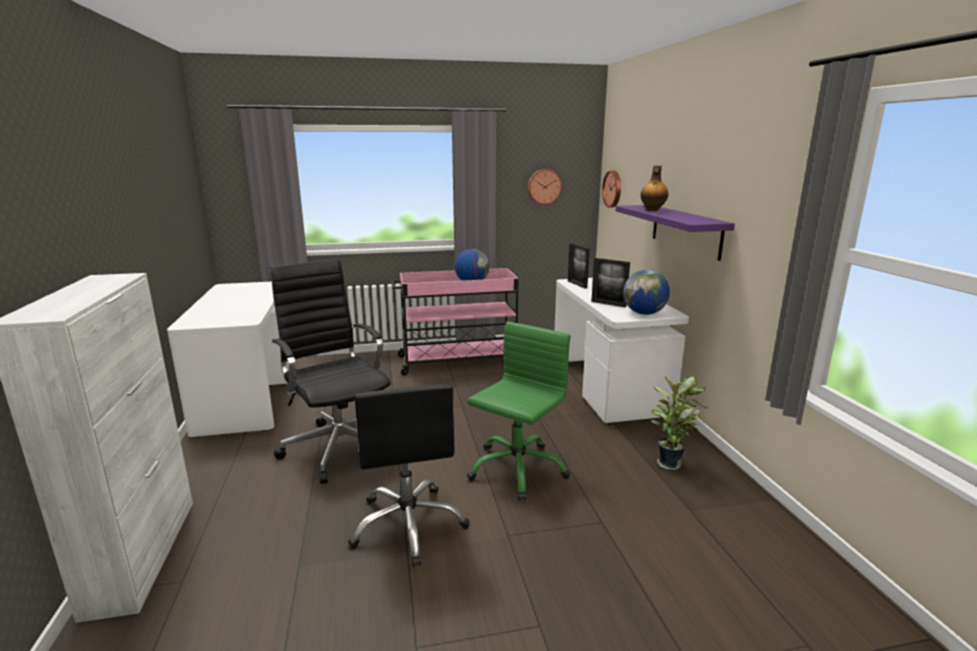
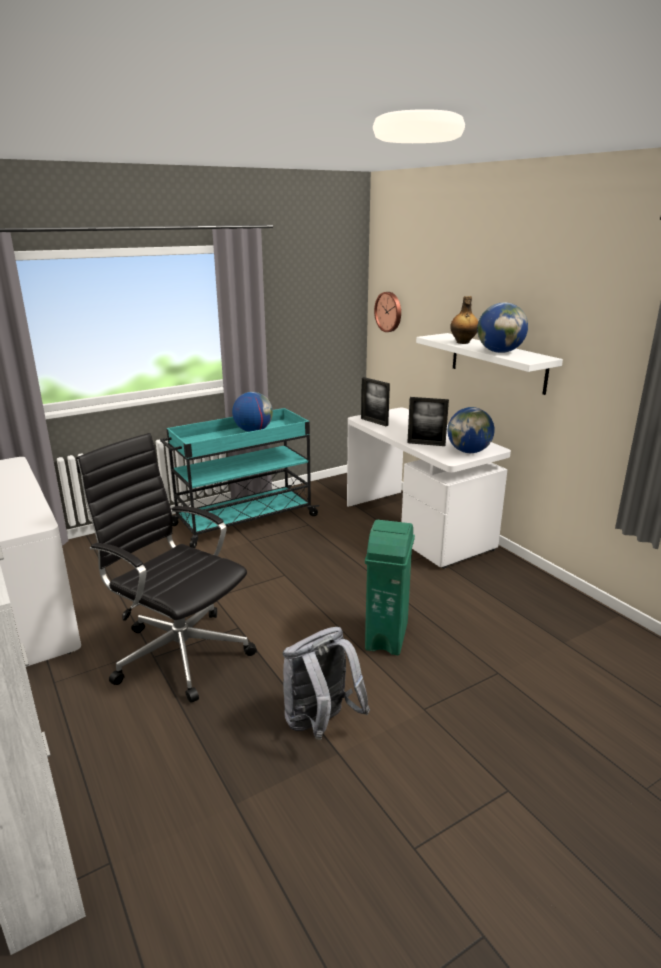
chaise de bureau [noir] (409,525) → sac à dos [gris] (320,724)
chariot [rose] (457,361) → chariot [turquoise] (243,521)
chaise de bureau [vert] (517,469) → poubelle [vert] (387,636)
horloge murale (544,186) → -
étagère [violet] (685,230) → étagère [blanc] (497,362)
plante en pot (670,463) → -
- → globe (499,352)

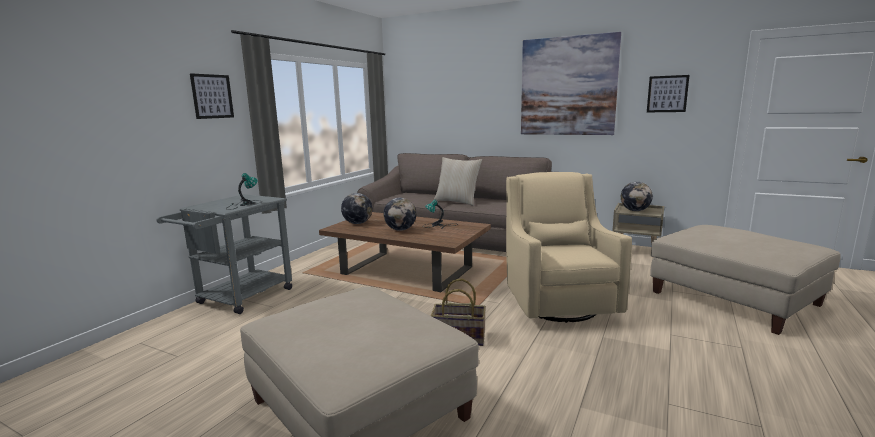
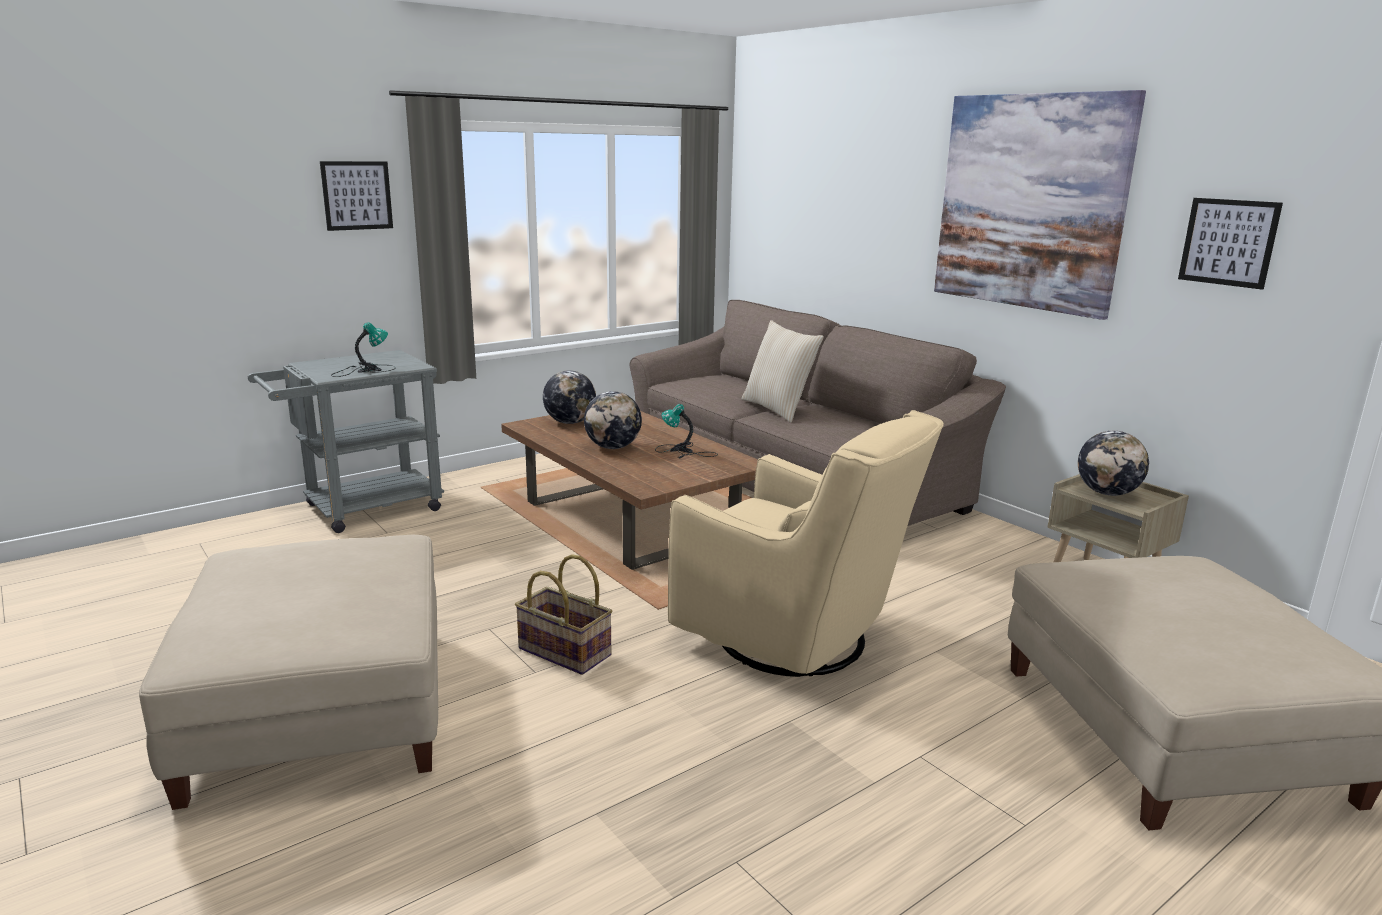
fauteuil [beige] (557,303) → fauteuil [beige] (797,640), 105 degrees clockwise

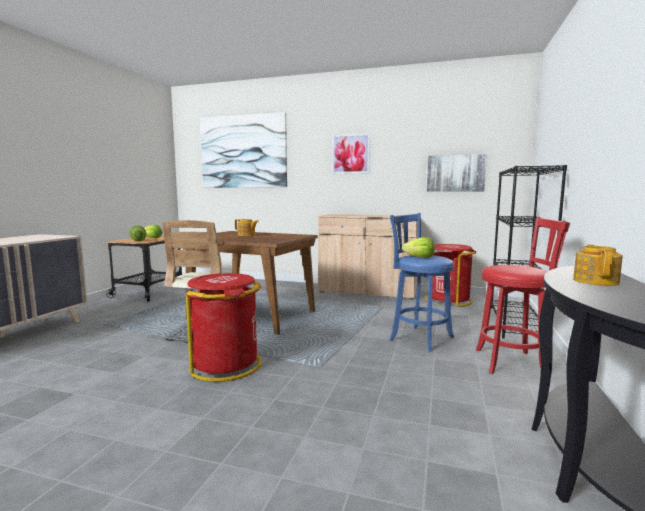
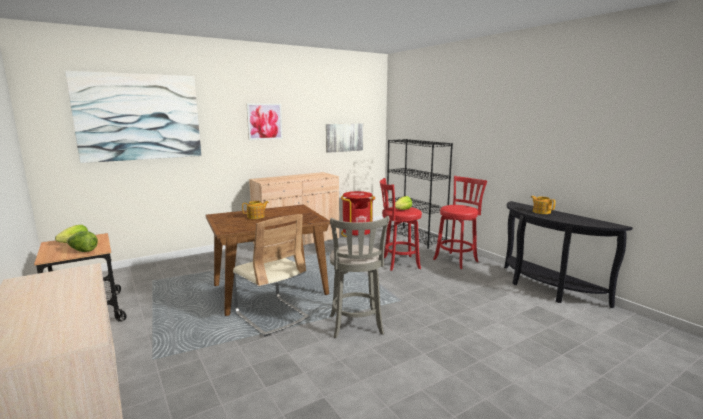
poubelle [rouge] (226,365) → tabouret [gris] (356,326)
tabouret [bleu] (418,337) → tabouret [rouge] (398,263)

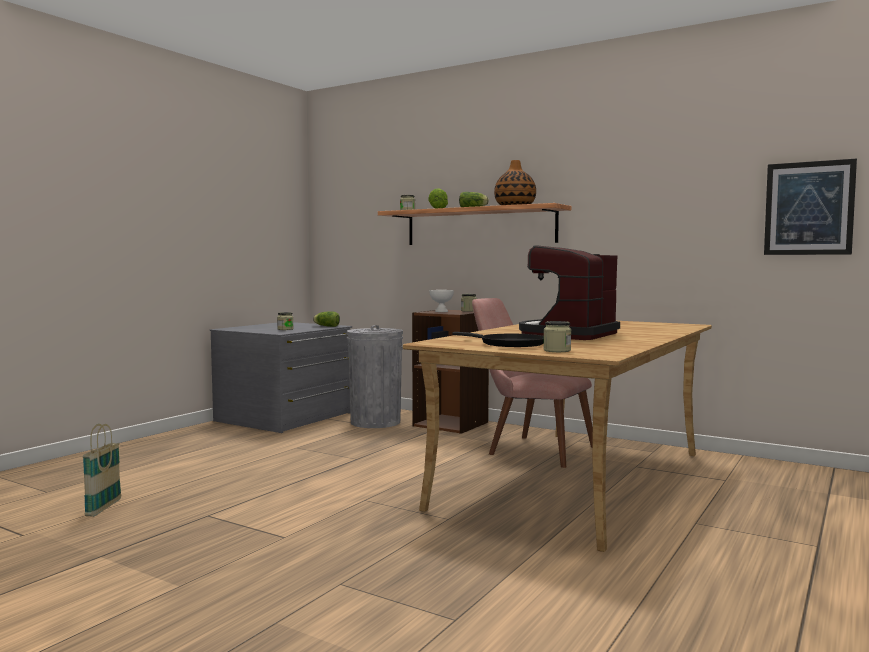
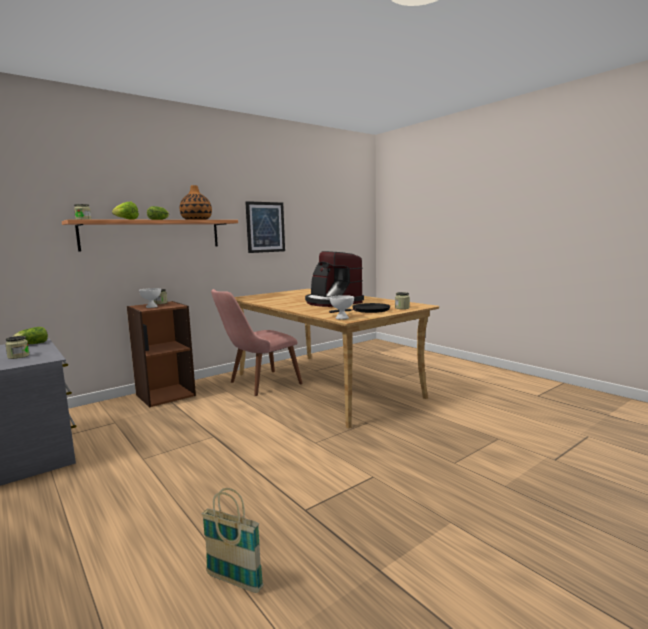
poubelle [gris] (375,422) → -
tableau (809,208) → tableau (265,227), moved
- → bol [blanc] (342,318)

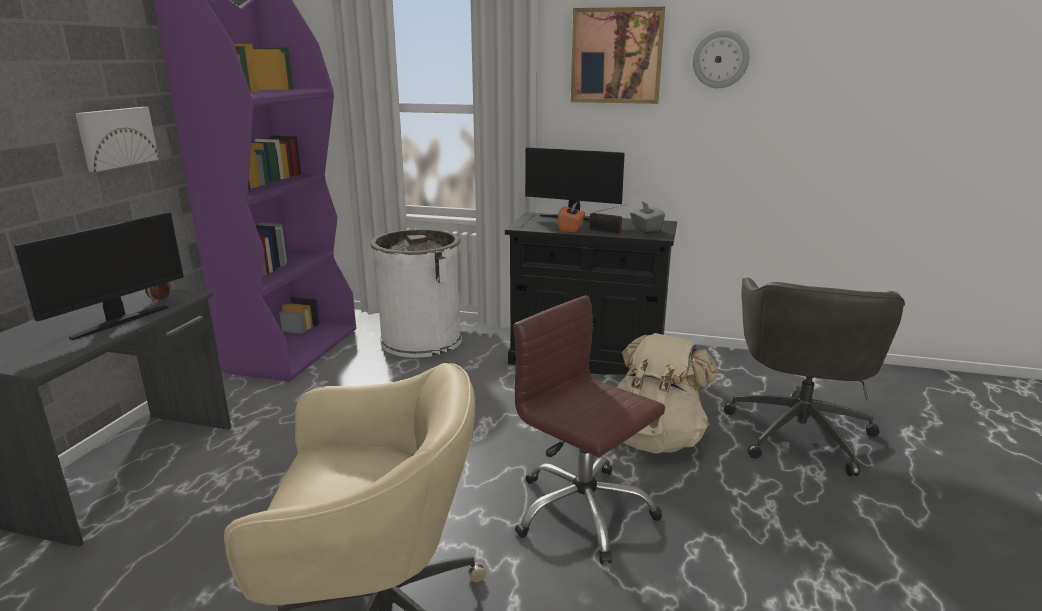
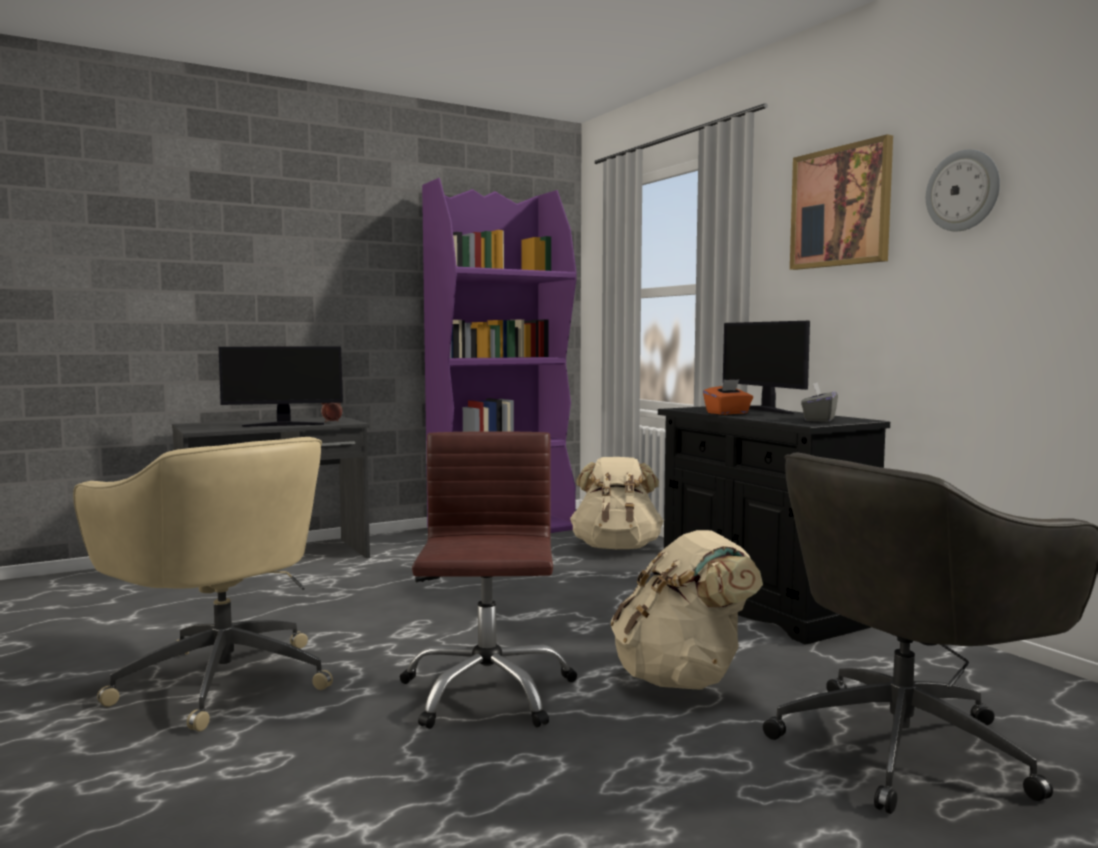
tableau (116,137) → -
poubelle [blanc] (421,340) → sac à dos [beige] (616,548)
radio (606,231) → -

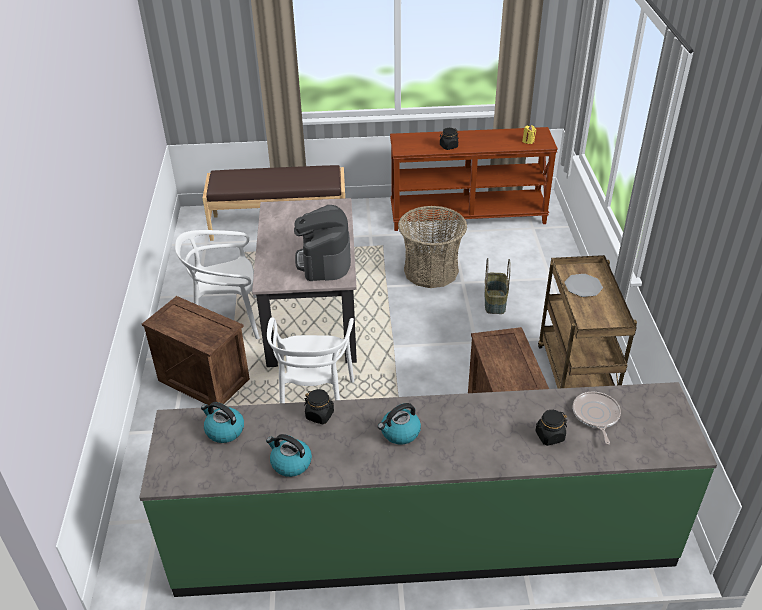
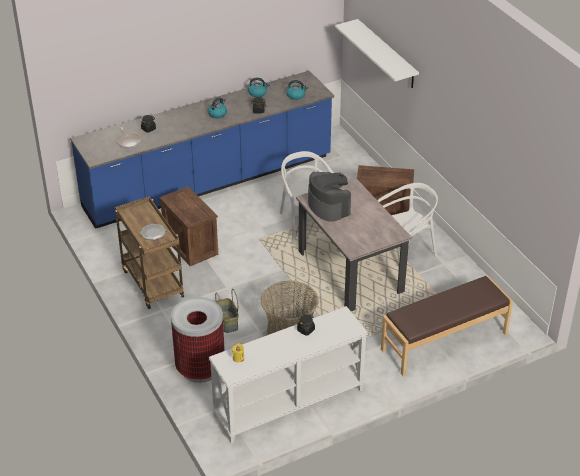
comptoir de cuisine [vert] (422,538) → comptoir de cuisine [bleu] (209,183)
table console [marron] (468,215) → table console [blanc] (289,403)
- → poubelle (200,368)
- → étagère [blanc] (386,54)

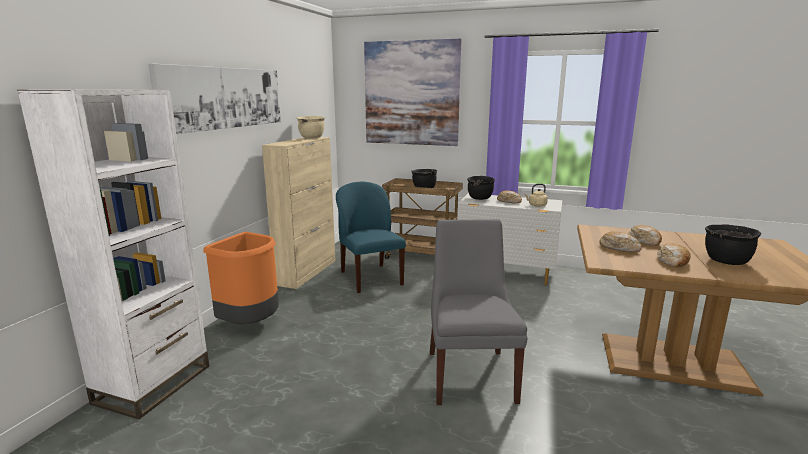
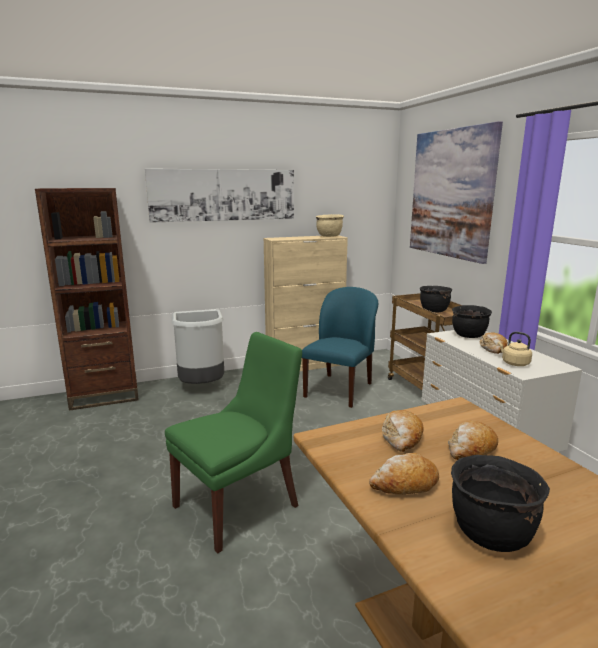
bibliothèque [blanc] (153,384) → bibliothèque [marron] (105,396)
poubelle [orange] (251,324) → poubelle [gris] (202,386)
chaise [gris] (470,373) → chaise [vert] (239,504)

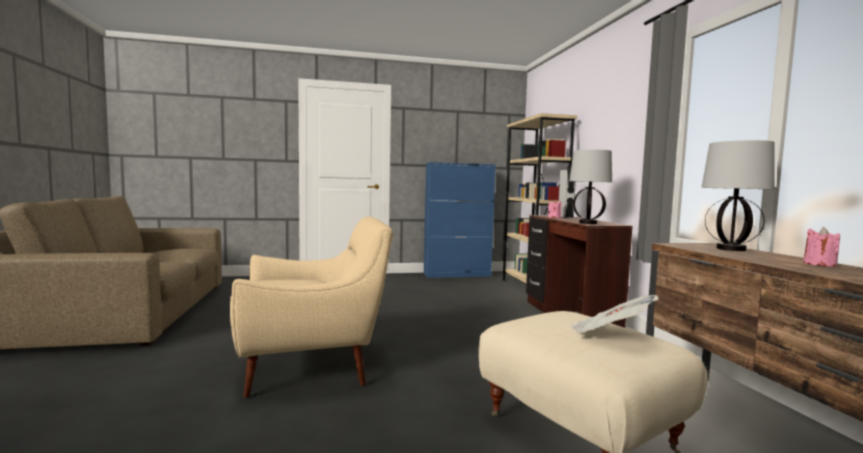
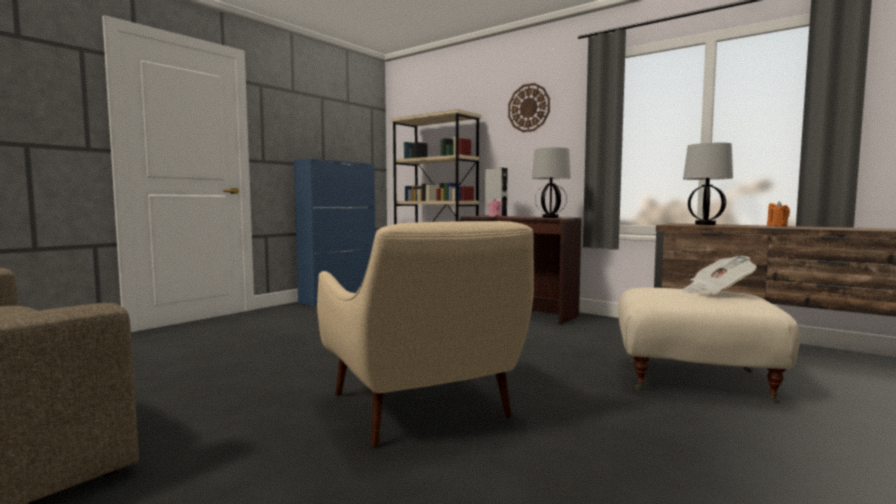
fauteuil [beige] (315,366) → fauteuil [beige] (422,409), 120 degrees clockwise
bougie [rose] (819,264) → bougie [orange] (777,226)
- → horloge murale (529,108)

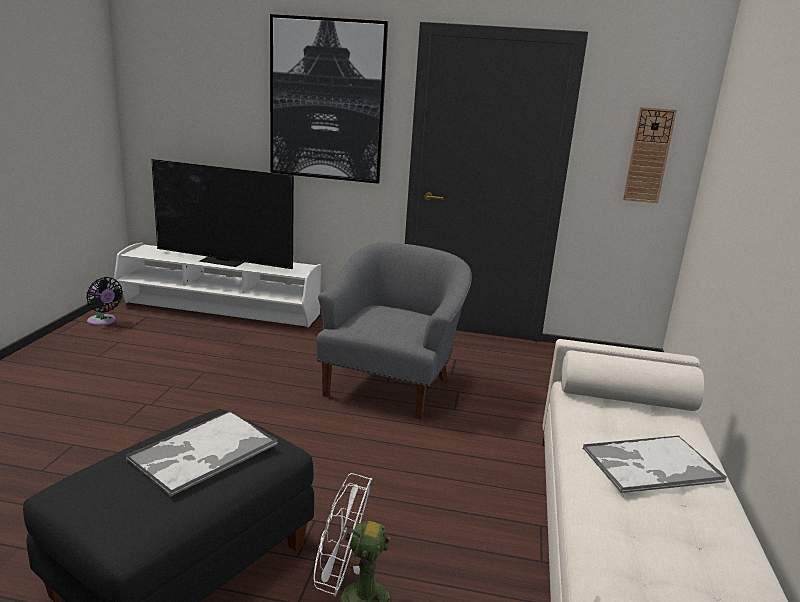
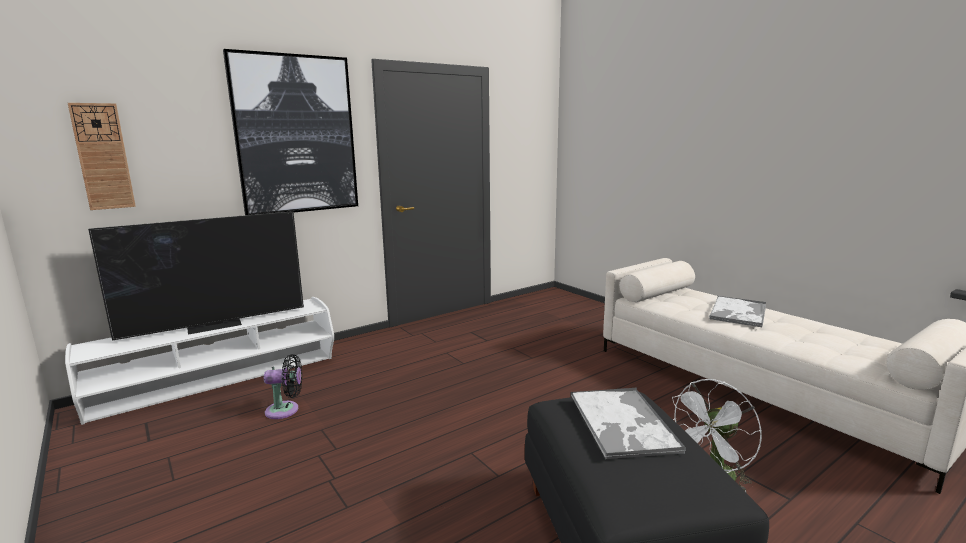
ventilateur [noir] (103,321) → ventilateur [noir] (286,410), moved
fauteuil [gris] (391,385) → -
horloge murale (648,155) → horloge murale (103,157), moved

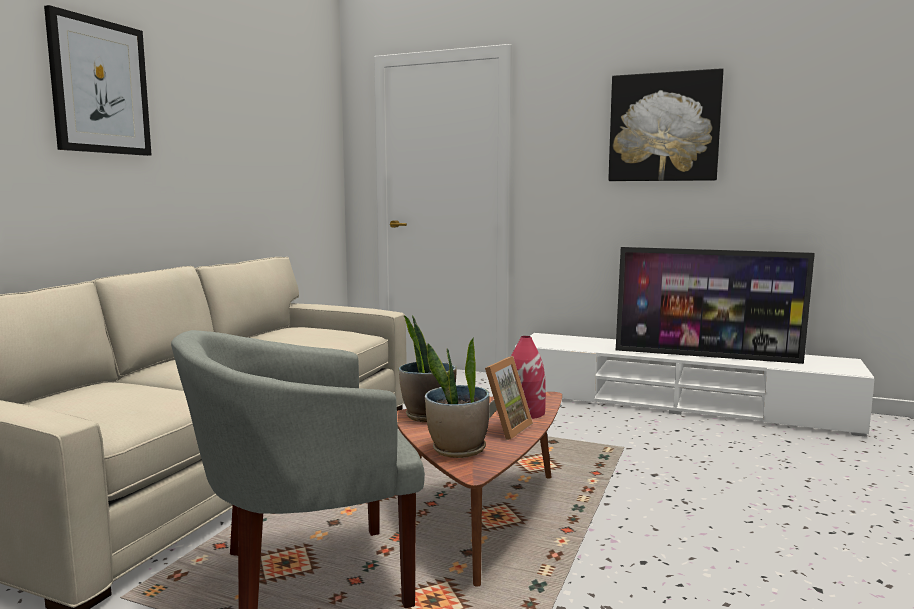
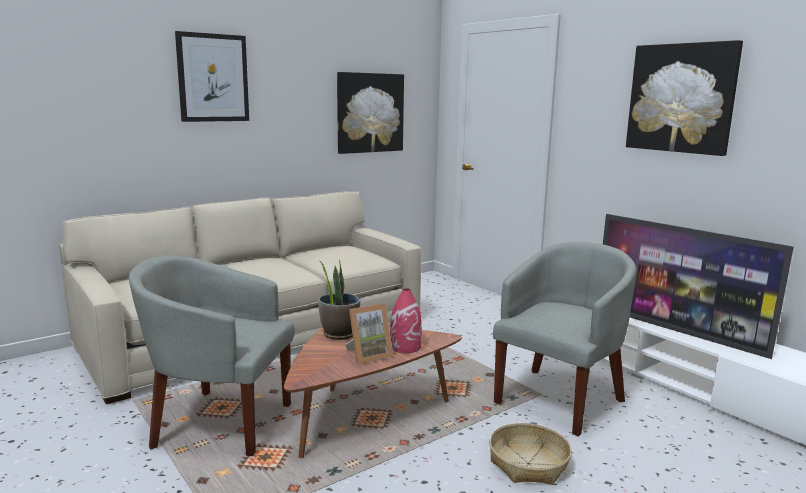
plante en pot (458,450) → -
- → tableau (369,113)
- → panier (528,464)
- → fauteuil [gris] (559,398)

